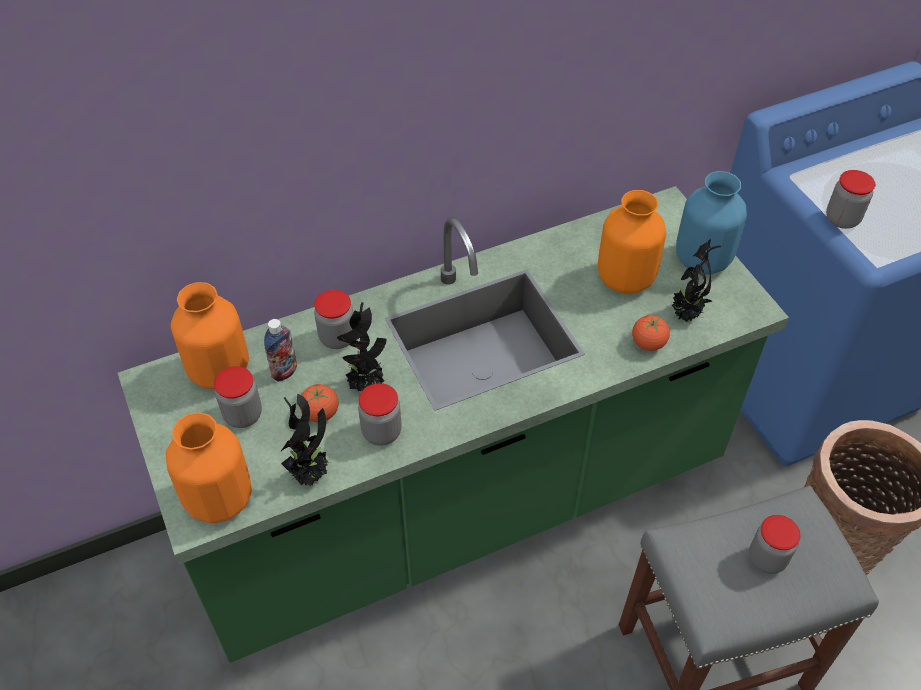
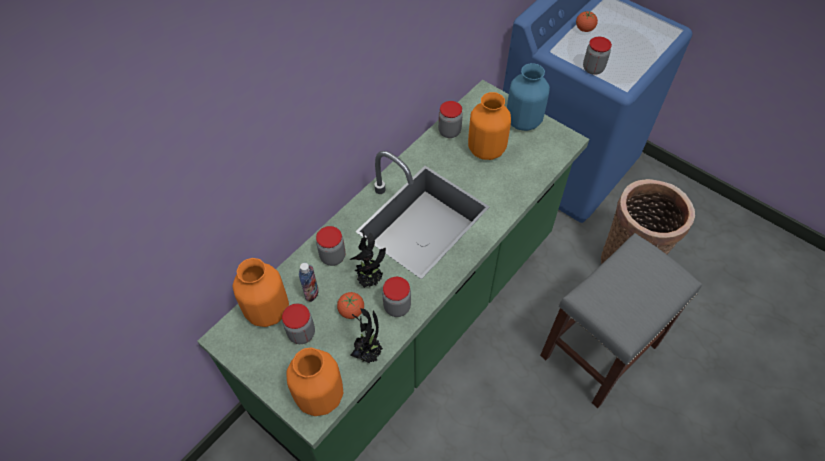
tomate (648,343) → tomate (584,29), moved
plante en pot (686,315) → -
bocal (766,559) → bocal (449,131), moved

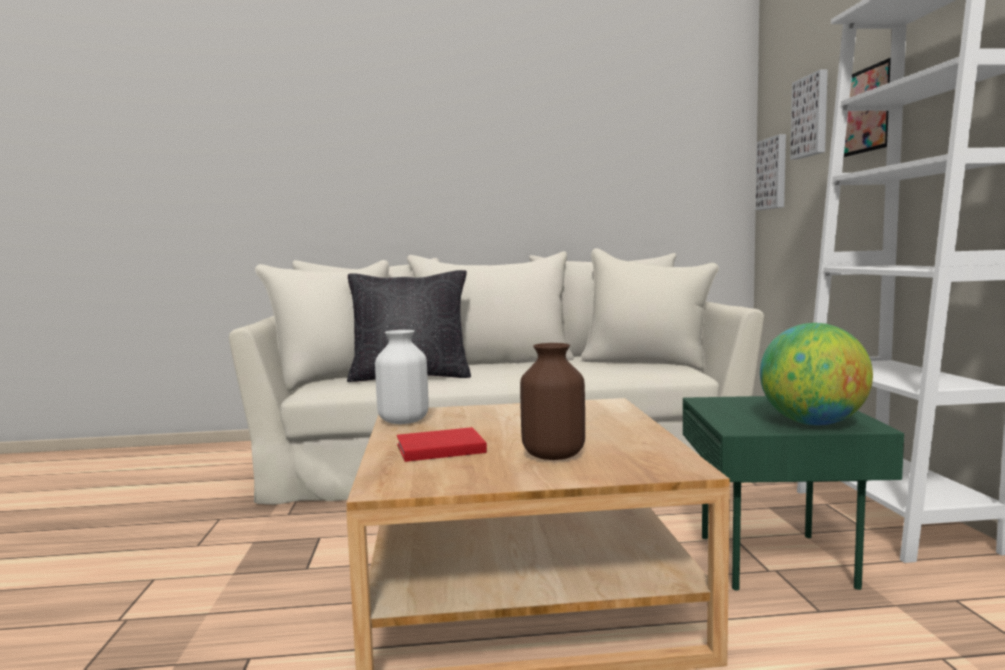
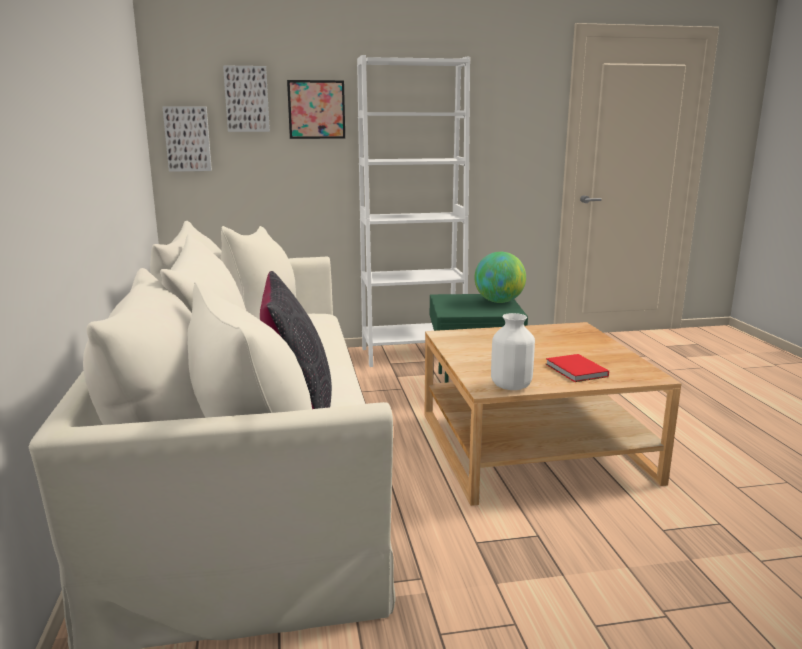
vase [marron] (553,455) → -

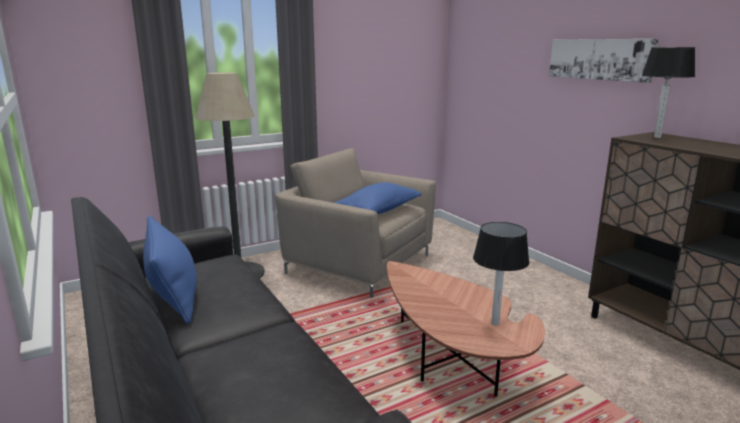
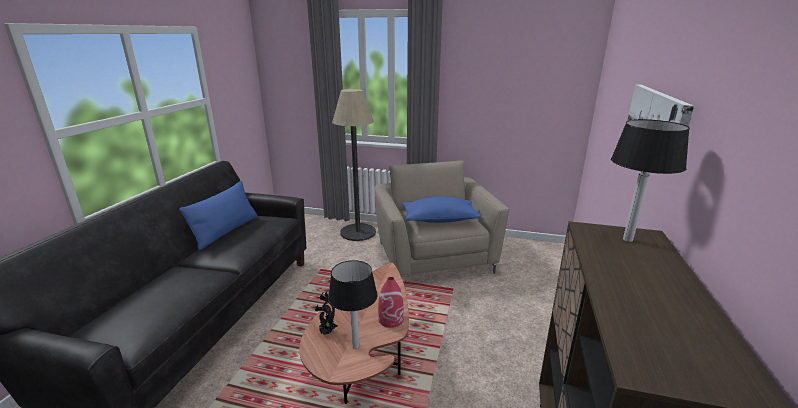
- → plante en pot (327,332)
- → vase [rouge] (391,319)

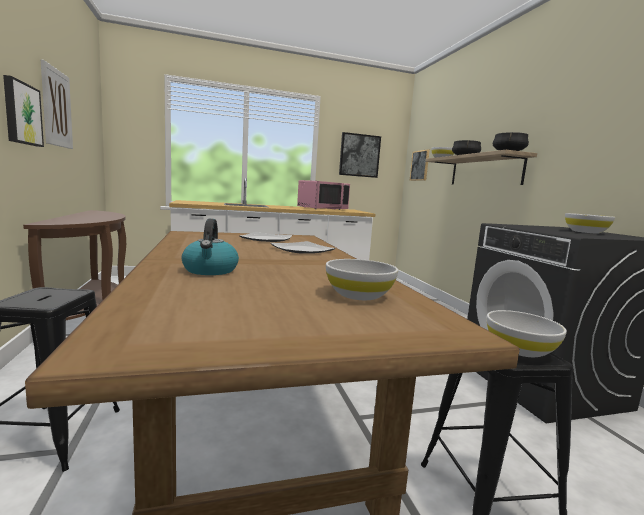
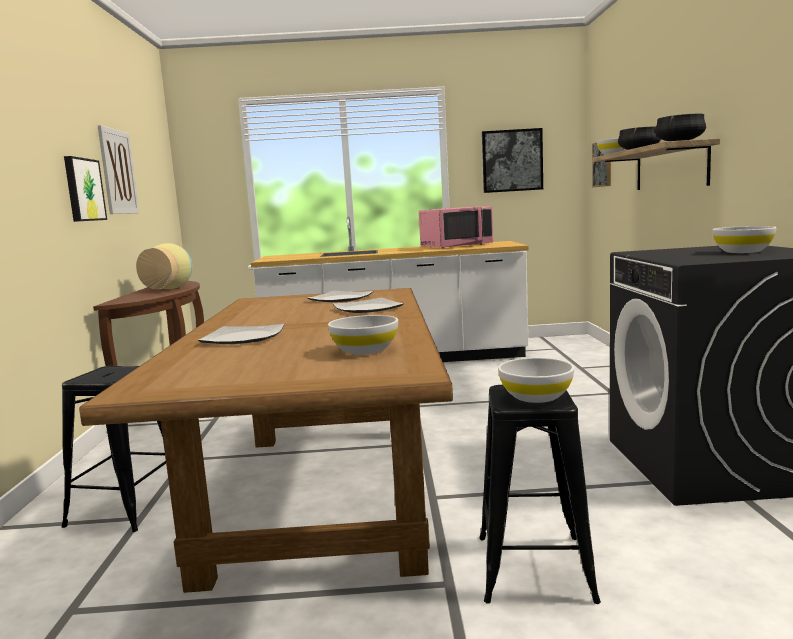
bouilloire (210,270) → assiette (244,338)
- → vase (170,289)

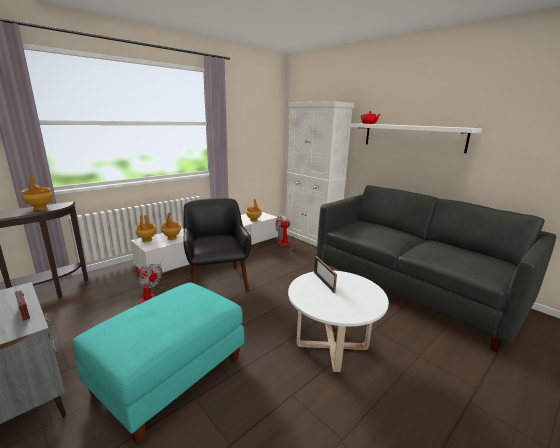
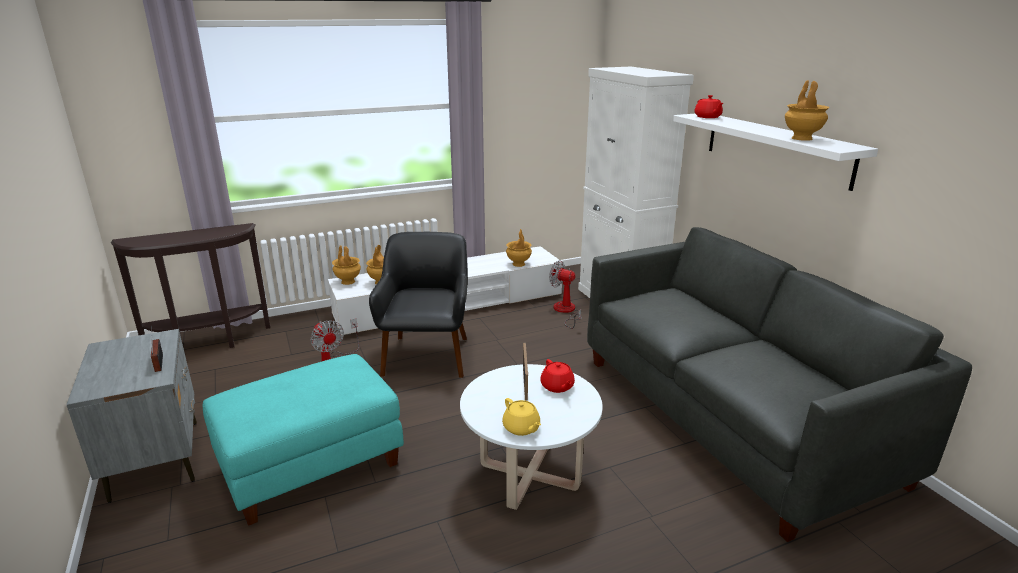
vase [marron] (40,208) → vase [marron] (801,138), moved
- → théière [jaune] (521,428)
- → théière [rouge] (557,386)

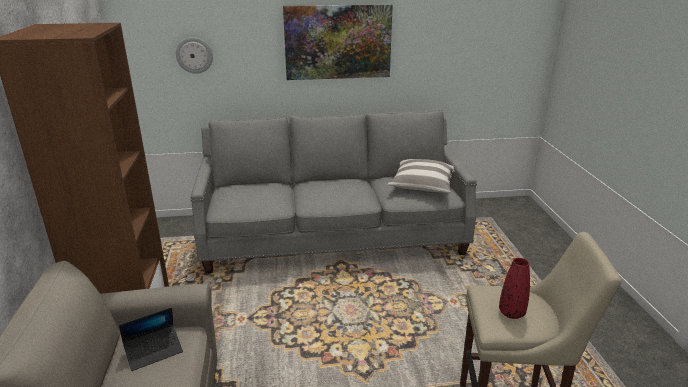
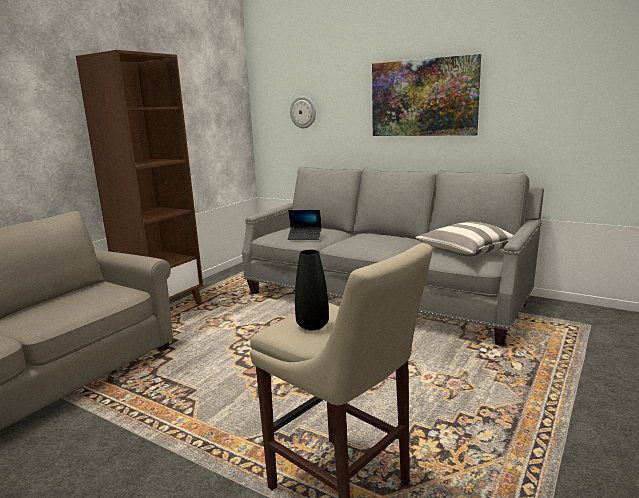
ordinateur portable (154,351) → ordinateur portable (305,237), moved
vase [rouge] (511,313) → vase [noir] (312,325)

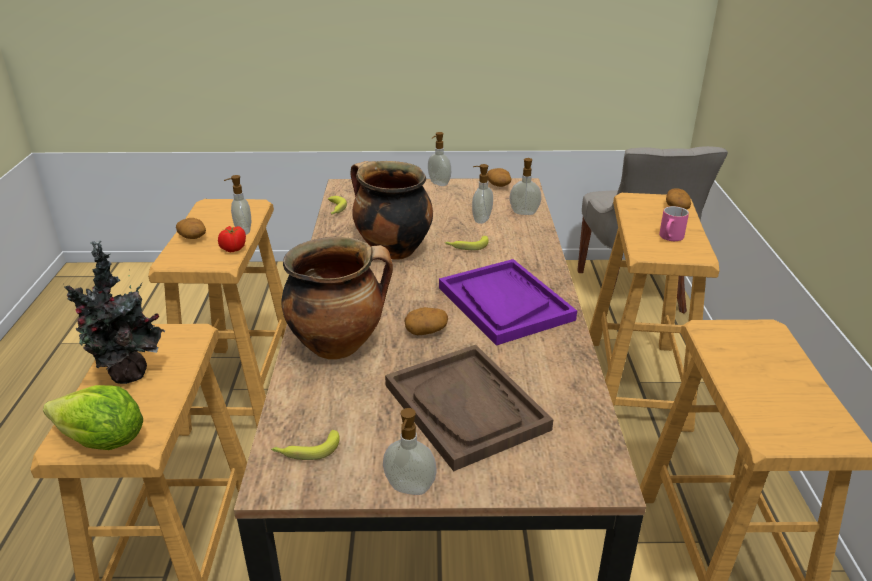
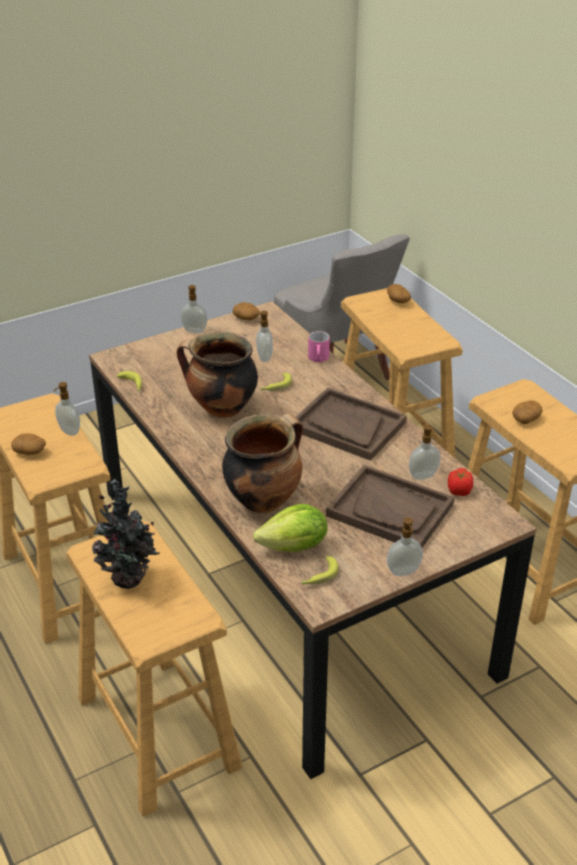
laitue (103,442) → laitue (294,547), moved
tomate (233,249) → tomate (459,491), moved
pomme de terre (426,330) → pomme de terre (526,419), moved
plateau [violet] (504,303) → plateau [marron] (347,426)
distributeur de savon (524,212) → distributeur de savon (422,475), moved
mug [rose] (670,238) → mug [rose] (319,359), moved

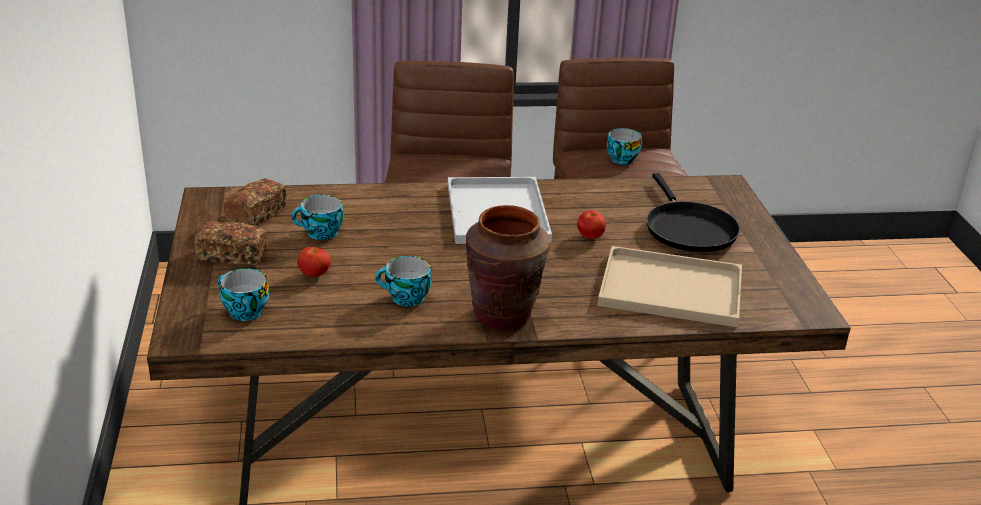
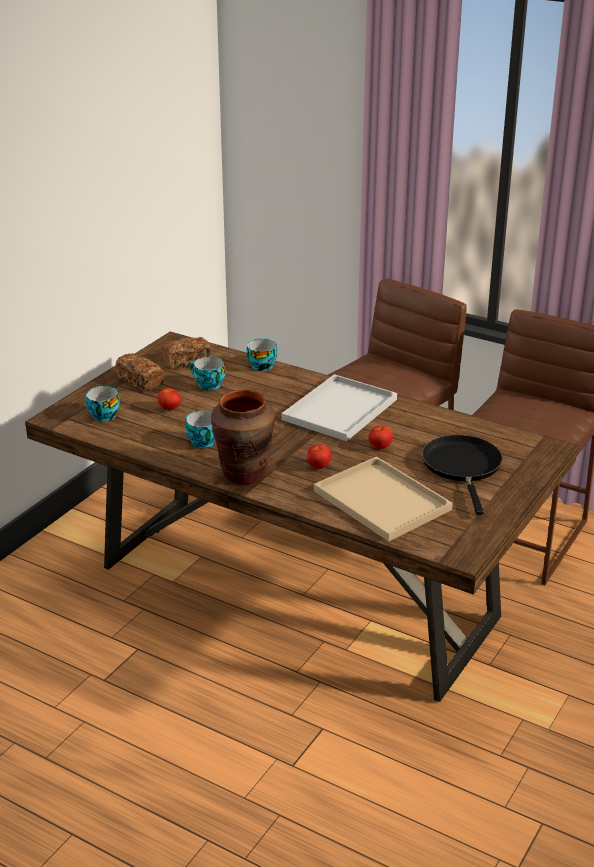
tasse (621,158) → tasse (262,365), moved
poêle [noir] (688,229) → poêle [noir] (462,467), 150 degrees clockwise
- → tomate (318,466)

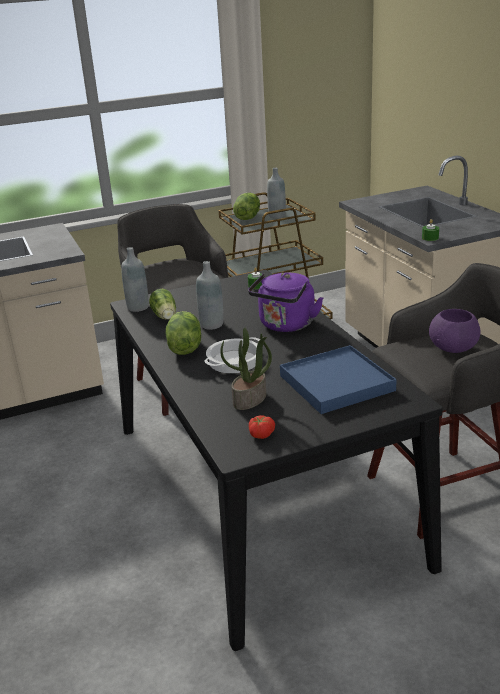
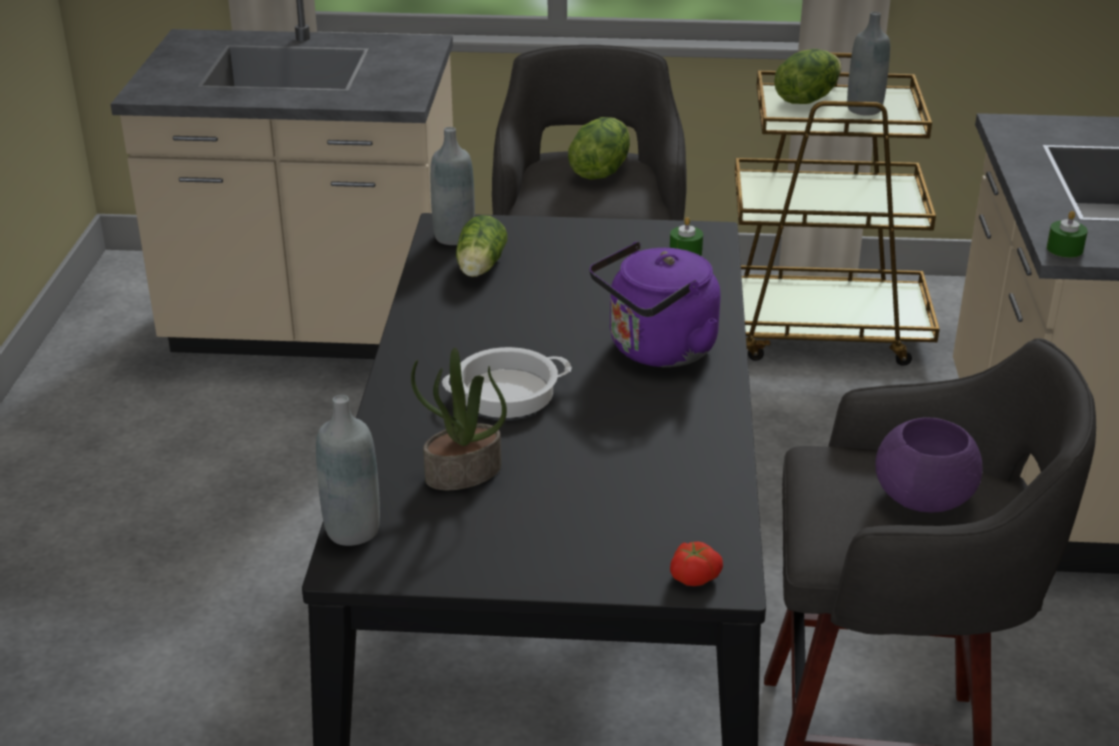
laitue (184,347) → laitue (599,171), moved
bouteille [gris] (211,325) → bouteille [gris] (352,530), moved
tomate (261,434) → tomate (693,576), moved
plateau [bleu] (336,383) → -

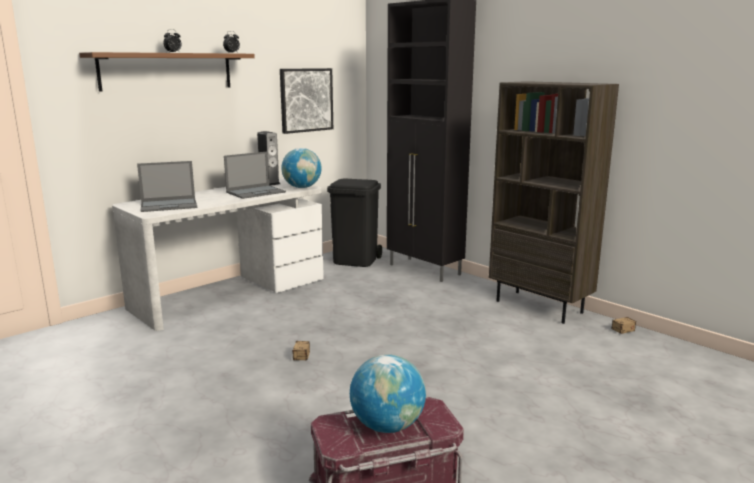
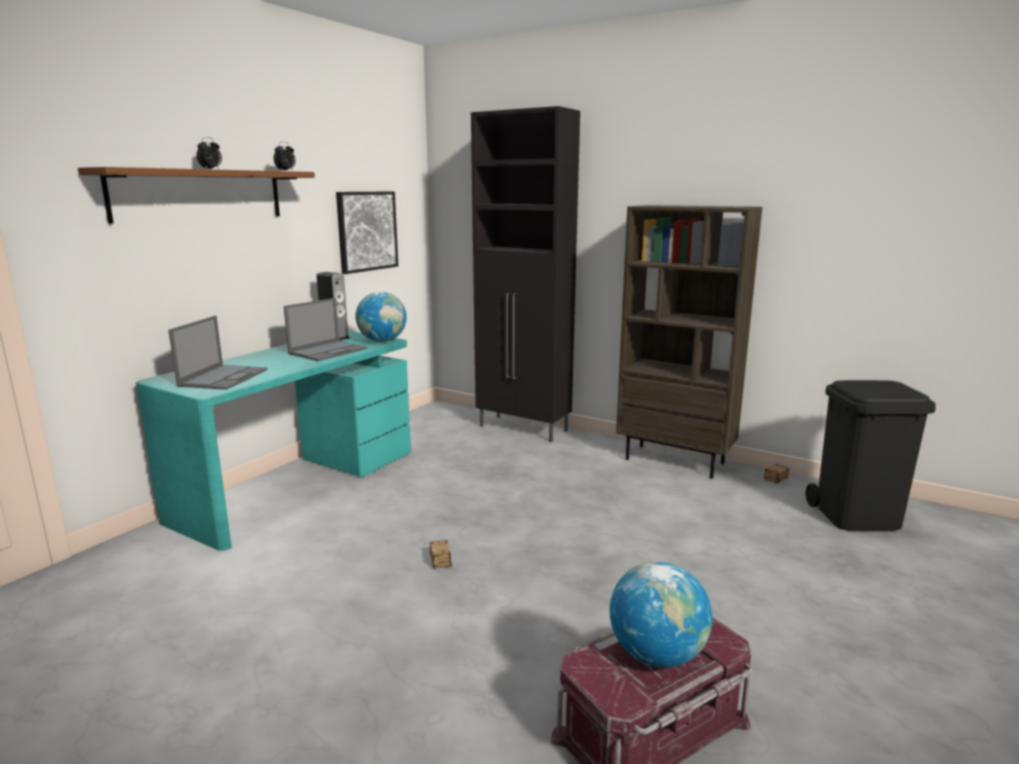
bureau [blanc] (230,293) → bureau [turquoise] (299,484)
ordinateur portable (169,205) → ordinateur portable (224,377), 45 degrees counterclockwise
poubelle [noir] (356,261) → poubelle [noir] (858,517), moved

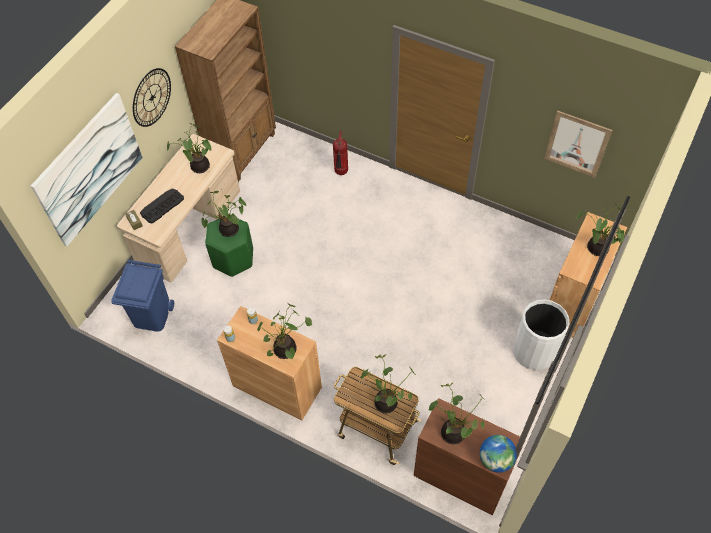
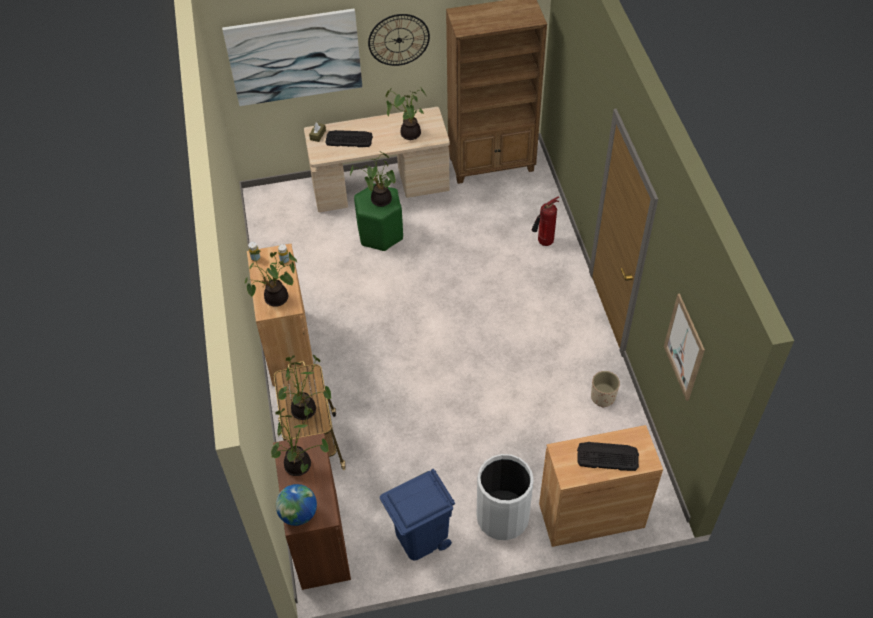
poubelle [bleu] (152,315) → poubelle [bleu] (421,537), moved
plante en pot (595,248) → clavier (607,457)
- → cache-pot [beige] (603,397)

